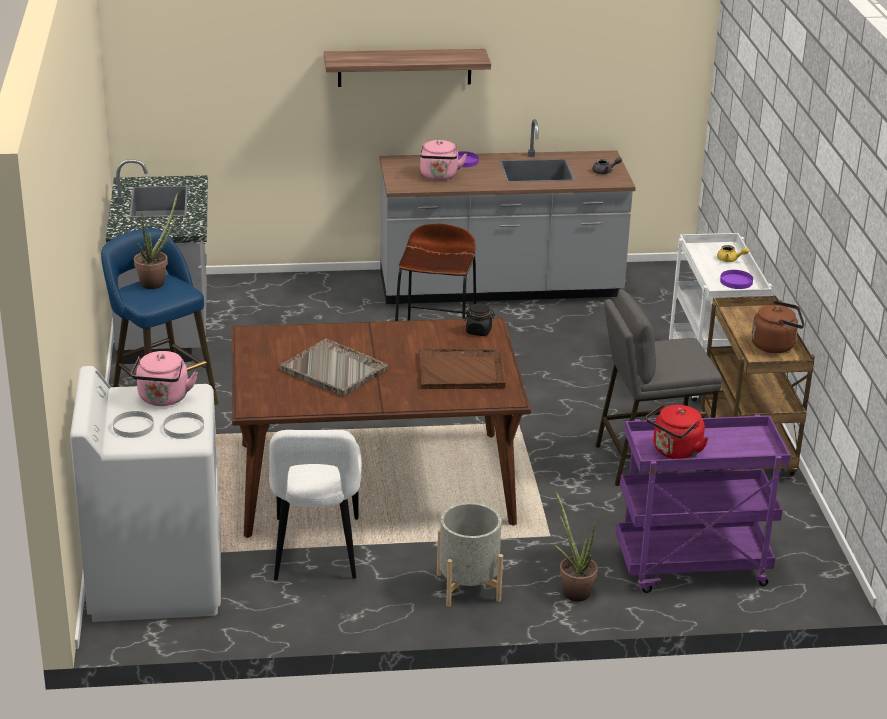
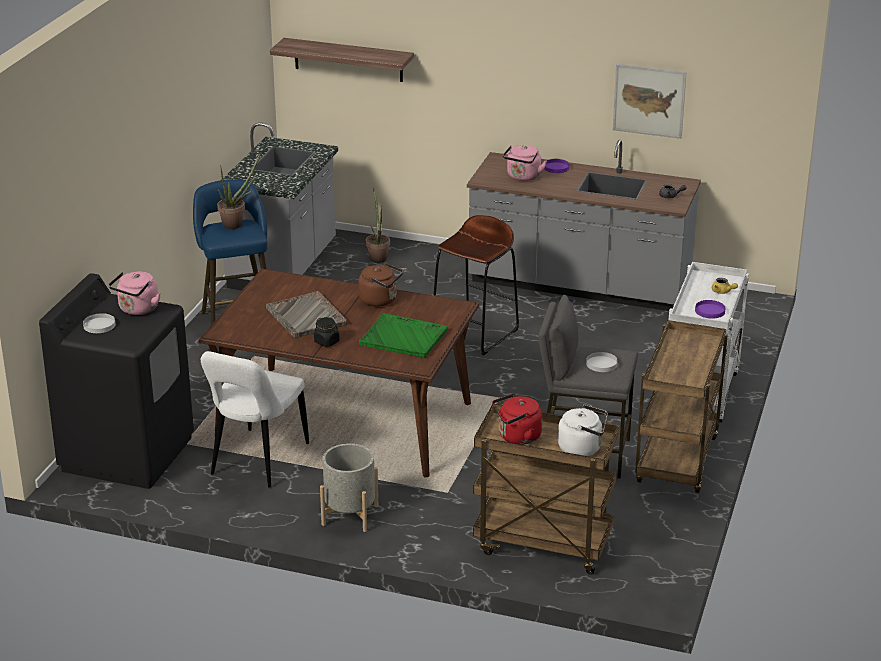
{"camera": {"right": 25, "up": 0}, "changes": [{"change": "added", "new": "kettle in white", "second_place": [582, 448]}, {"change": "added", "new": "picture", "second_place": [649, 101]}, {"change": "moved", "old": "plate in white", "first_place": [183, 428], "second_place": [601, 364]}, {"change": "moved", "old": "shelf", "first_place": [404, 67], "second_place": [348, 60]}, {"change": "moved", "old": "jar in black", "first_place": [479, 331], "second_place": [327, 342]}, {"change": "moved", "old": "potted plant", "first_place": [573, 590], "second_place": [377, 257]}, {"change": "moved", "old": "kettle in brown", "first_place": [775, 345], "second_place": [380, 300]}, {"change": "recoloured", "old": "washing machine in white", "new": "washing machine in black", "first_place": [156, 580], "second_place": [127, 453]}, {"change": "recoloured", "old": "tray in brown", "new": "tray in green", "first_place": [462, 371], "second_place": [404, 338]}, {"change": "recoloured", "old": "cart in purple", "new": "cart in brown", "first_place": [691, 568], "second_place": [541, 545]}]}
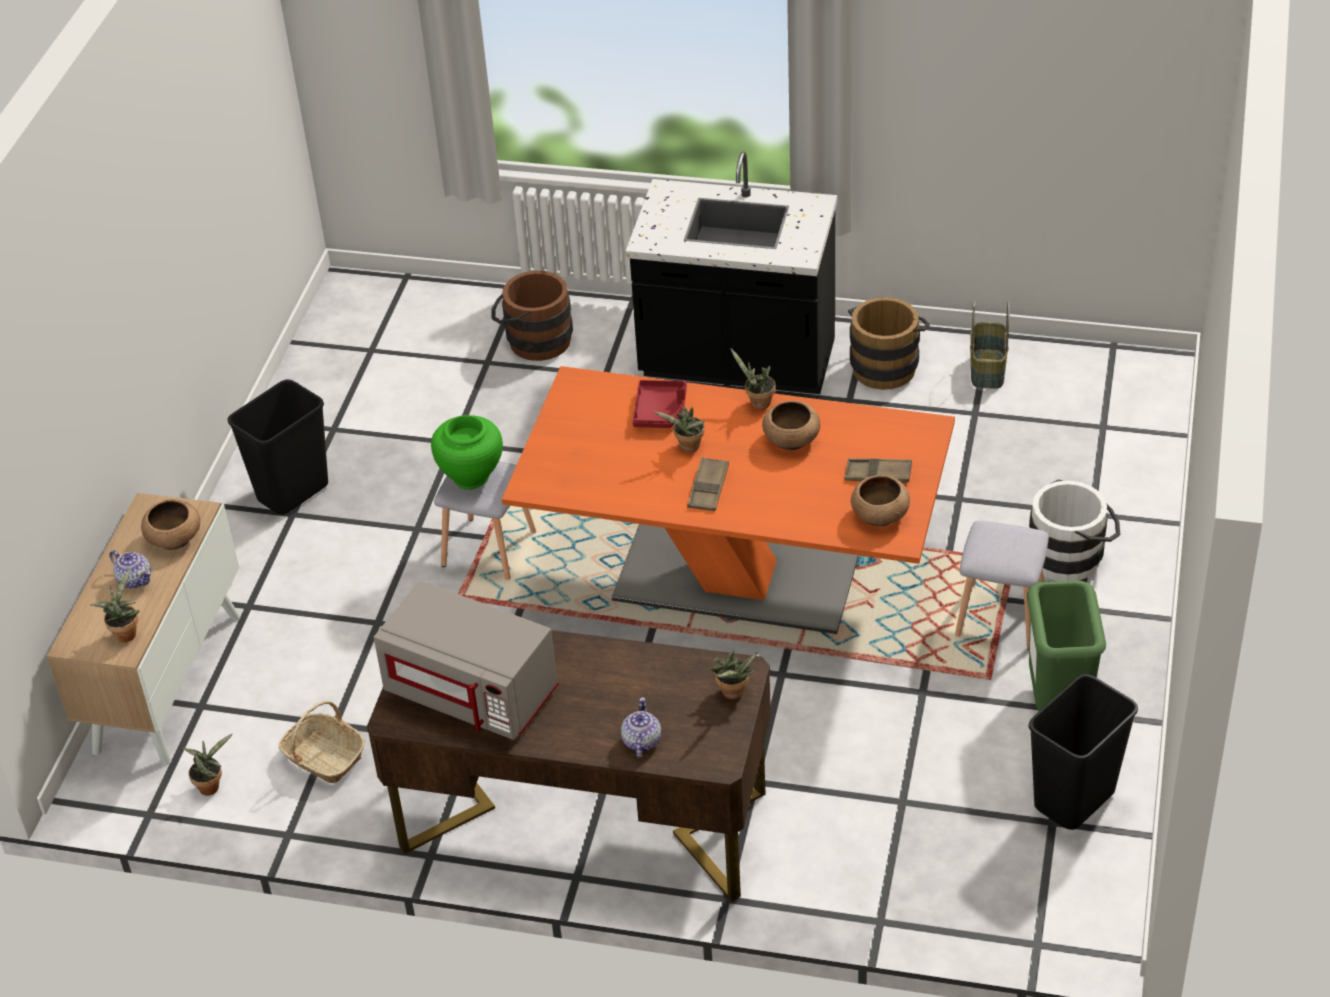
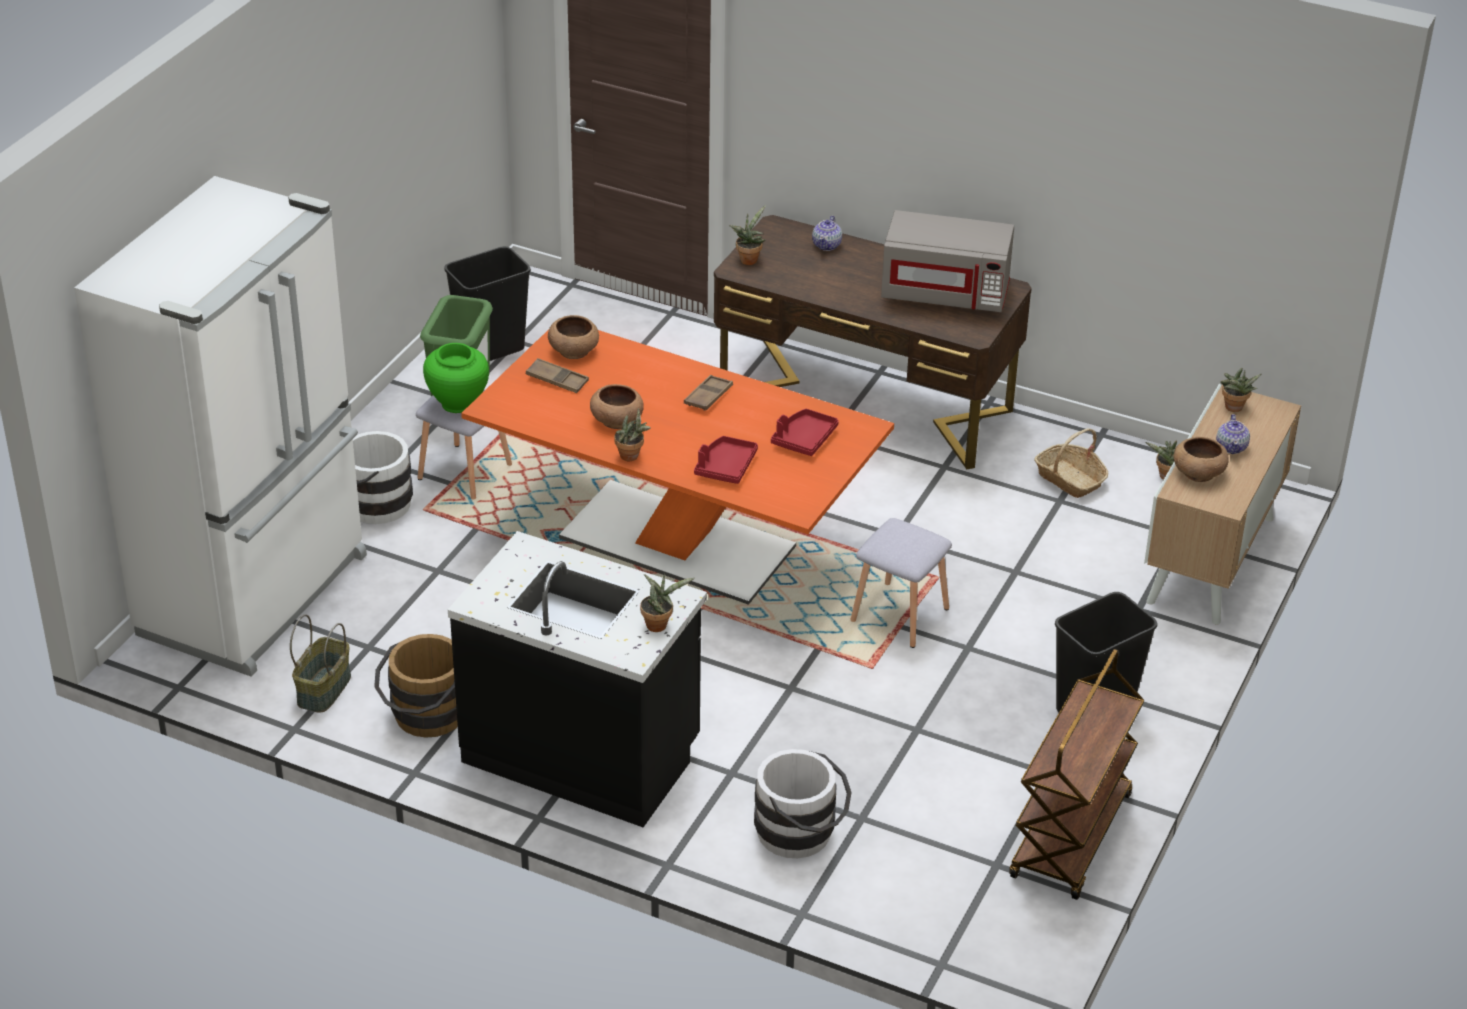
{"camera": {"right": -170, "up": -5}, "changes": [{"change": "added", "new": "fridge in white", "second_place": [257, 595]}, {"change": "added", "new": "tray in red", "second_place": [804, 439]}, {"change": "added", "new": "cart in brown", "second_place": [1072, 837]}, {"change": "moved", "old": "vase in green", "first_place": [471, 477], "second_place": [458, 403]}, {"change": "moved", "old": "potted plant", "first_place": [687, 447], "second_place": [659, 624]}, {"change": "recoloured", "old": "bucket in brown", "new": "bucket in white", "first_place": [533, 340], "second_place": [801, 834]}, {"change": "turned", "old": "teapot", "first_place": [134, 579], "second_place": [1231, 447], "degrees": -135}, {"change": "turned", "old": "microwave in grey", "first_place": [473, 692], "second_place": [946, 293], "degrees": 150}]}
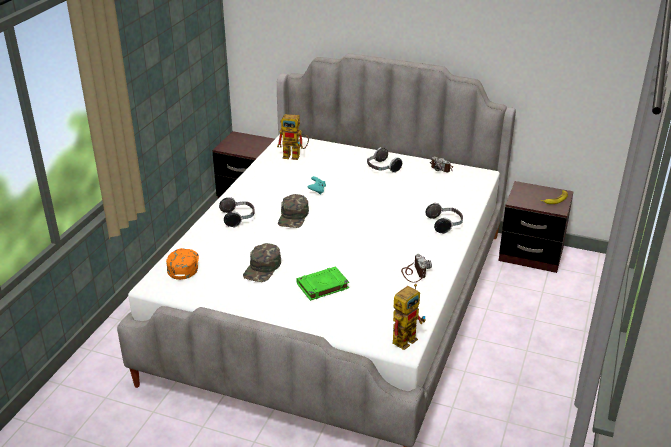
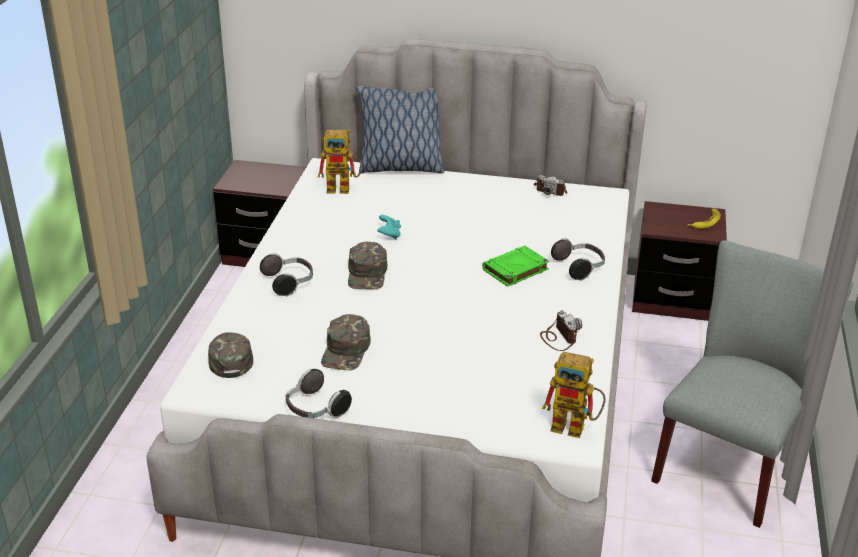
{"camera": {"right": -10, "up": 0}, "changes": [{"change": "added", "new": "pillow", "second_place": [400, 168]}, {"change": "added", "new": "chair in grey", "second_place": [731, 462]}, {"change": "moved", "old": "book in green", "first_place": [322, 286], "second_place": [515, 270]}, {"change": "moved", "old": "headphones", "first_place": [382, 168], "second_place": [315, 409]}, {"change": "recoloured", "old": "cap in orange", "new": "cap in green", "first_place": [183, 265], "second_place": [229, 357]}, {"change": "turned", "old": "toy robot", "first_place": [406, 337], "second_place": [575, 427], "degrees": 75}]}
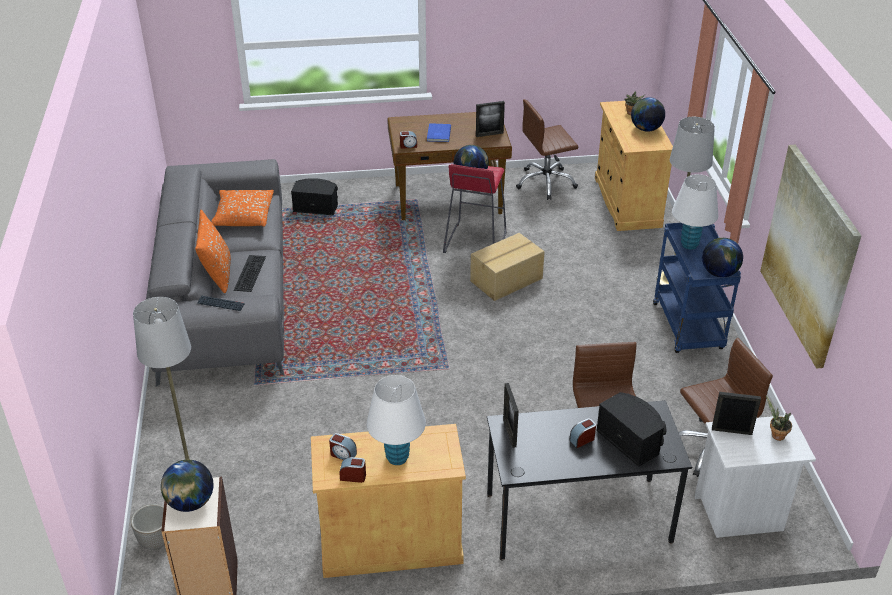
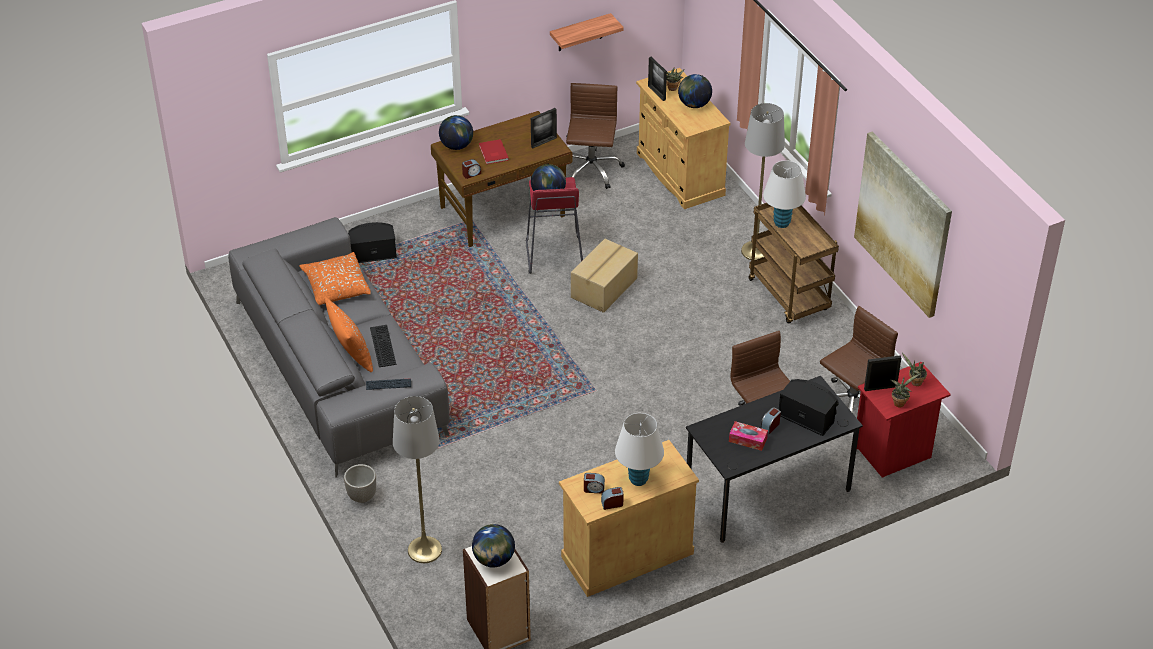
{"camera": {"right": -20, "up": 5}, "changes": [{"change": "added", "new": "shelf", "second_place": [580, 33]}, {"change": "added", "new": "tissue box", "second_place": [747, 440]}, {"change": "added", "new": "potted plant", "second_place": [900, 402]}, {"change": "moved", "old": "planter", "first_place": [156, 541], "second_place": [361, 496]}, {"change": "moved", "old": "picture frame", "first_place": [509, 433], "second_place": [656, 93]}, {"change": "moved", "old": "globe", "first_place": [719, 273], "second_place": [456, 145]}, {"change": "recoloured", "old": "book in blue", "new": "book in red", "first_place": [438, 134], "second_place": [493, 153]}, {"change": "recoloured", "old": "cart in blue", "new": "cart in brown", "first_place": [689, 328], "second_place": [790, 296]}, {"change": "recoloured", "old": "nightstand in white", "new": "nightstand in red", "first_place": [740, 514], "second_place": [893, 453]}, {"change": "turned", "old": "office chair in brown", "first_place": [546, 183], "second_place": [591, 170], "degrees": 135}]}
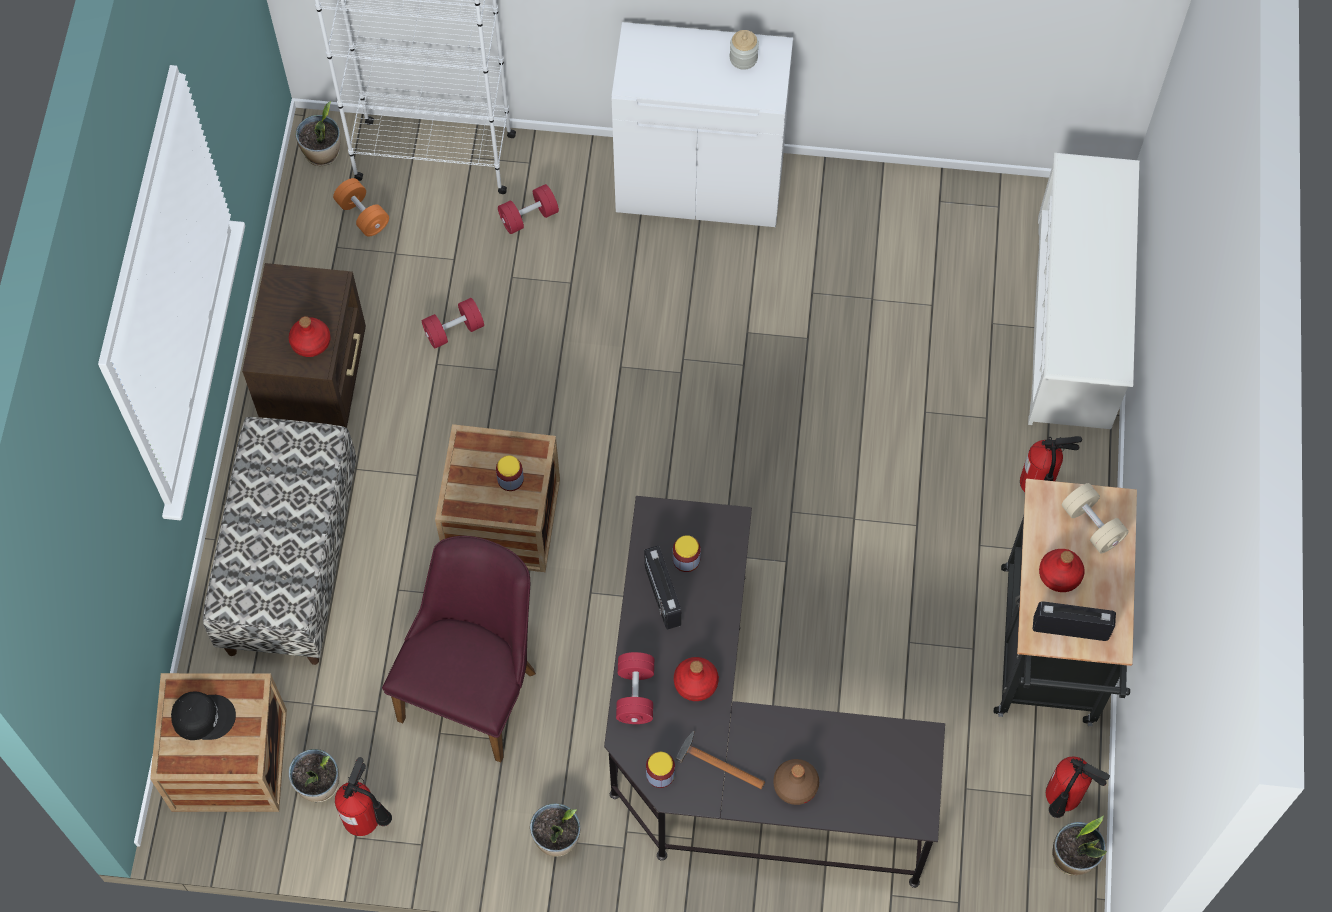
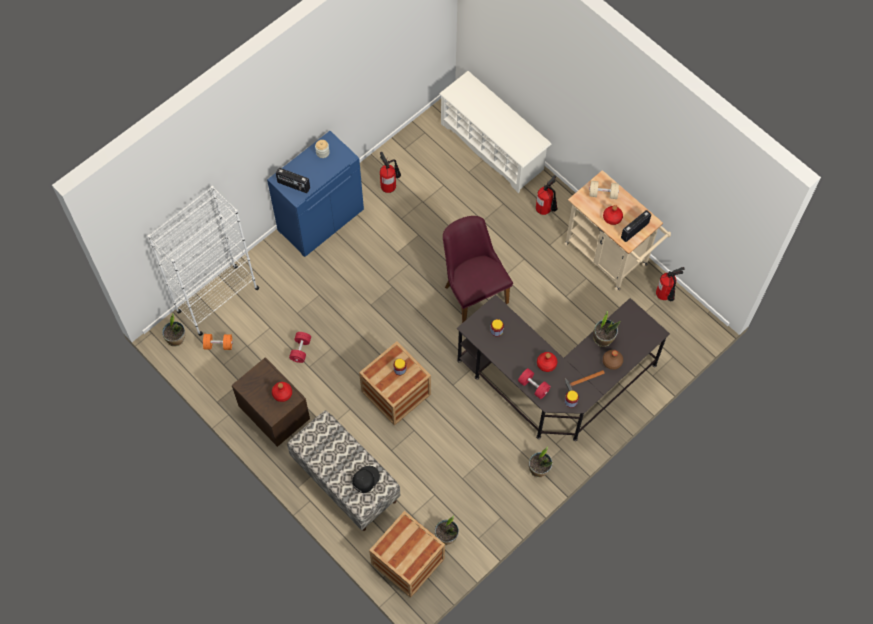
{"camera": {"right": -50, "up": 0}, "changes": [{"change": "removed", "old": "dumbbell in red", "first_place": [529, 217]}, {"change": "moved", "old": "cap in black", "first_place": [203, 716], "second_place": [365, 479]}, {"change": "moved", "old": "fire extinguisher", "first_place": [368, 820], "second_place": [390, 185]}, {"change": "moved", "old": "chair in purple", "first_place": [476, 685], "second_place": [472, 290]}, {"change": "moved", "old": "radio", "first_place": [661, 596], "second_place": [293, 185]}, {"change": "moved", "old": "potted plant", "first_place": [1073, 857], "second_place": [603, 338]}, {"change": "recoloured", "old": "cabinet in white", "new": "cabinet in blue", "first_place": [701, 183], "second_place": [320, 219]}, {"change": "recoloured", "old": "cart in black", "new": "cart in beige", "first_place": [1048, 656], "second_place": [609, 257]}]}
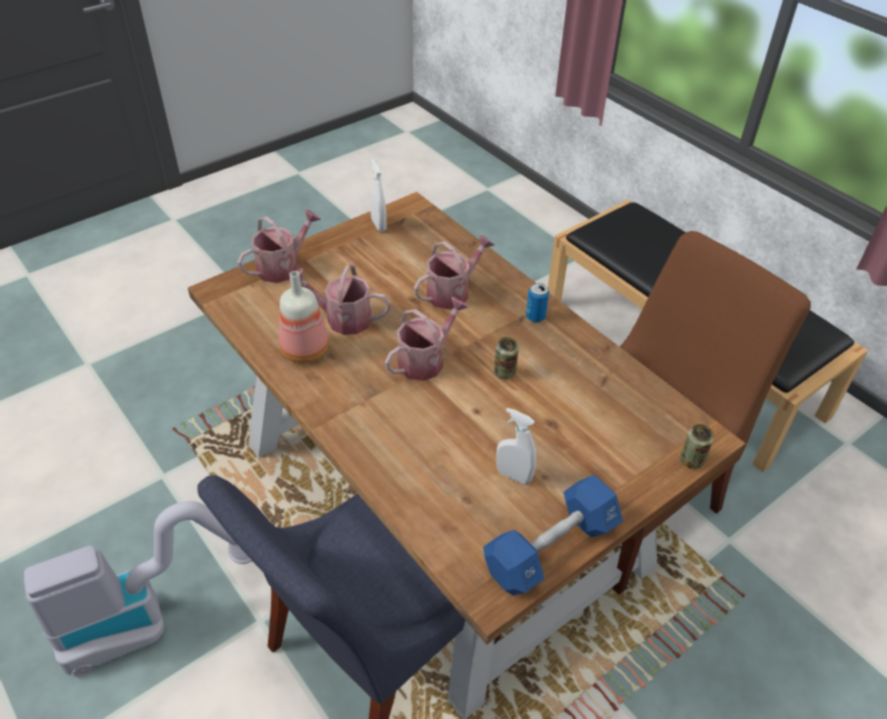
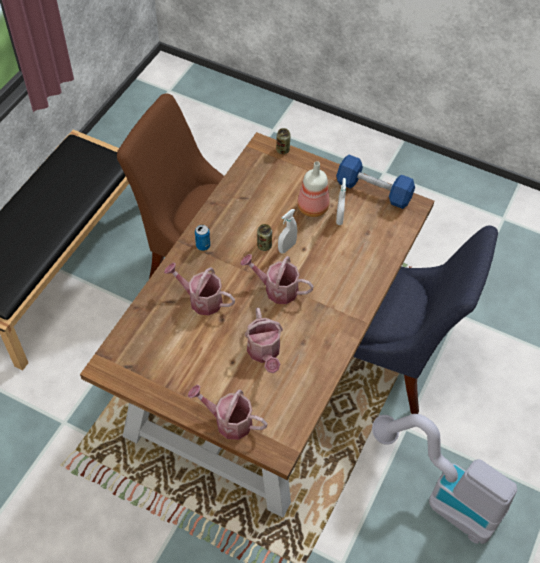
{"camera": {"right": -115, "up": 10}, "changes": [{"change": "moved", "old": "bottle", "first_place": [306, 350], "second_place": [312, 207]}, {"change": "moved", "old": "spray bottle in white", "first_place": [378, 225], "second_place": [287, 247]}]}
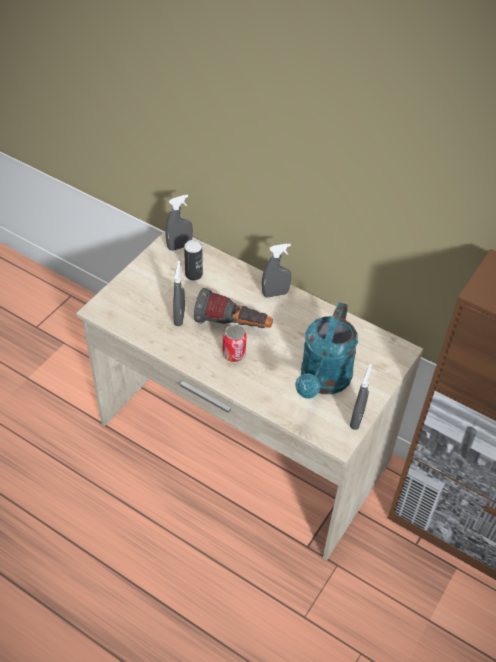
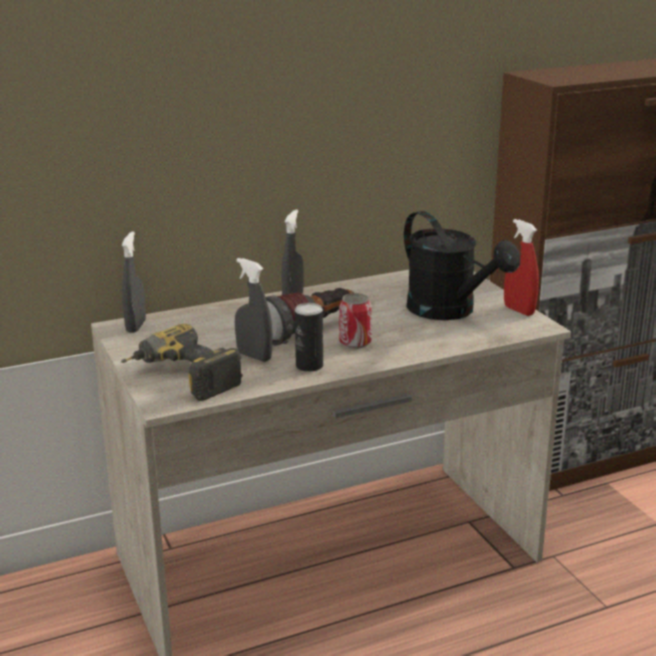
{"camera": {"right": -55, "up": -25}, "changes": [{"change": "added", "new": "power drill", "second_place": [180, 379]}, {"change": "moved", "old": "can", "first_place": [194, 274], "second_place": [309, 366]}, {"change": "recoloured", "old": "watering can in turquoise", "new": "watering can in black", "first_place": [323, 381], "second_place": [450, 311]}, {"change": "recoloured", "old": "spray bottle in grey", "new": "spray bottle in red", "first_place": [357, 419], "second_place": [519, 310]}]}
